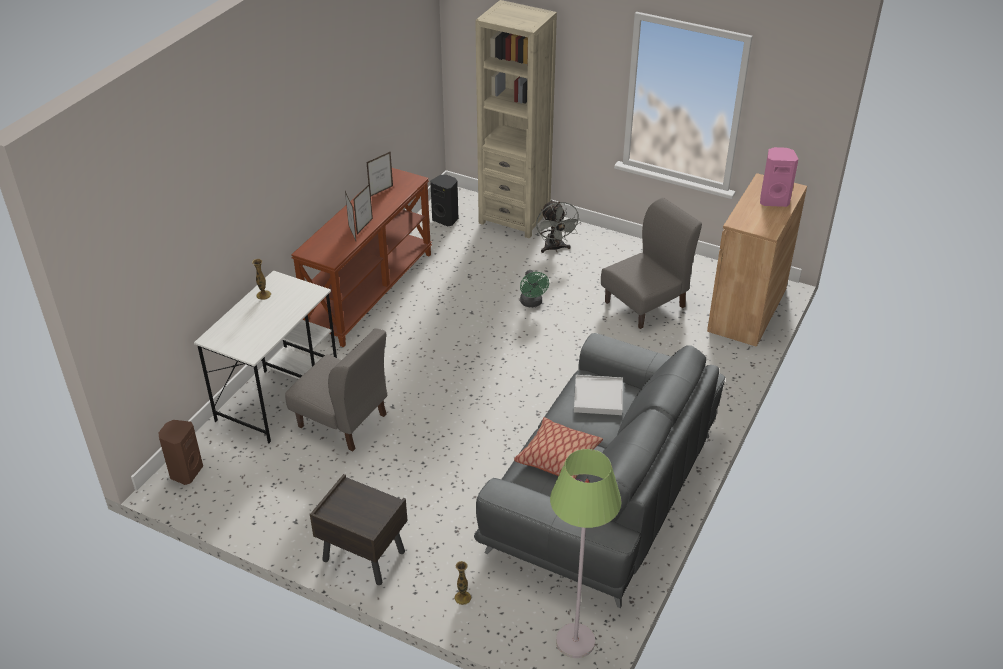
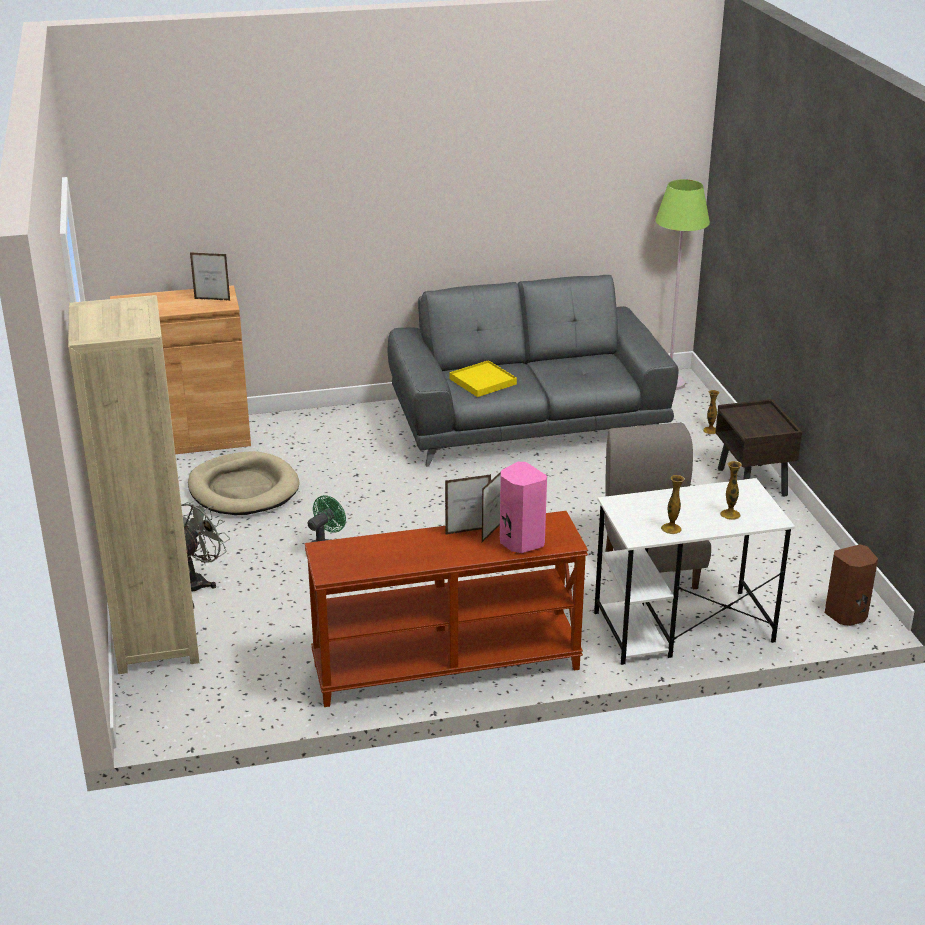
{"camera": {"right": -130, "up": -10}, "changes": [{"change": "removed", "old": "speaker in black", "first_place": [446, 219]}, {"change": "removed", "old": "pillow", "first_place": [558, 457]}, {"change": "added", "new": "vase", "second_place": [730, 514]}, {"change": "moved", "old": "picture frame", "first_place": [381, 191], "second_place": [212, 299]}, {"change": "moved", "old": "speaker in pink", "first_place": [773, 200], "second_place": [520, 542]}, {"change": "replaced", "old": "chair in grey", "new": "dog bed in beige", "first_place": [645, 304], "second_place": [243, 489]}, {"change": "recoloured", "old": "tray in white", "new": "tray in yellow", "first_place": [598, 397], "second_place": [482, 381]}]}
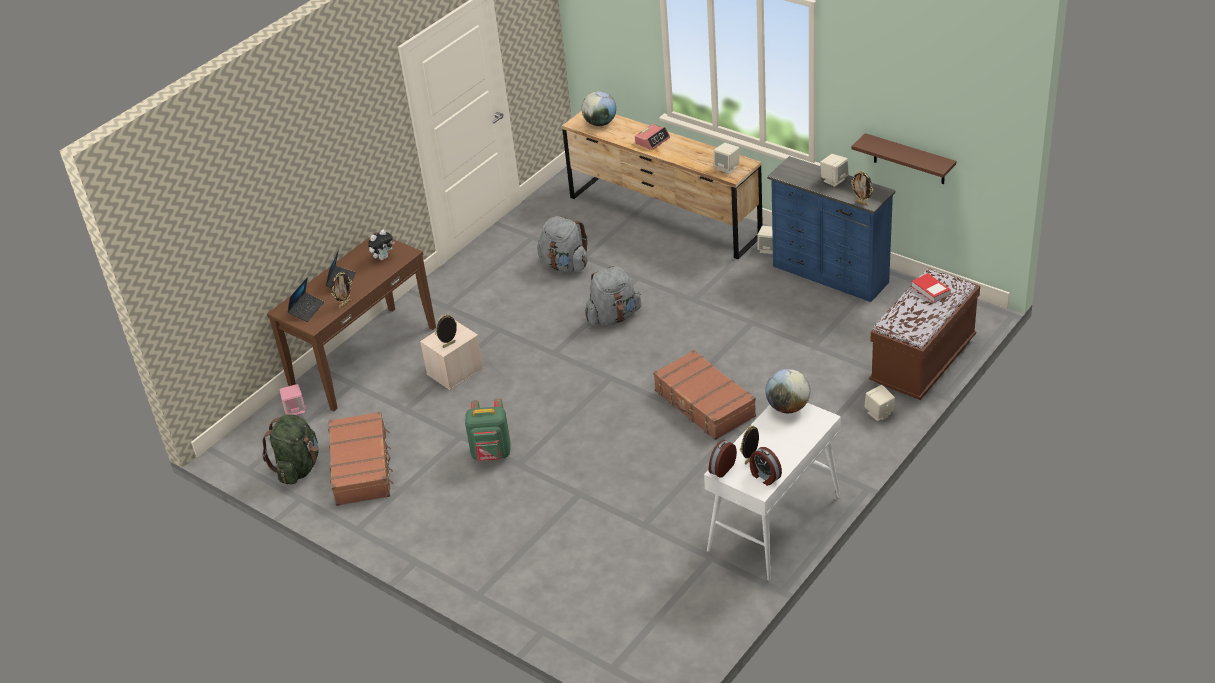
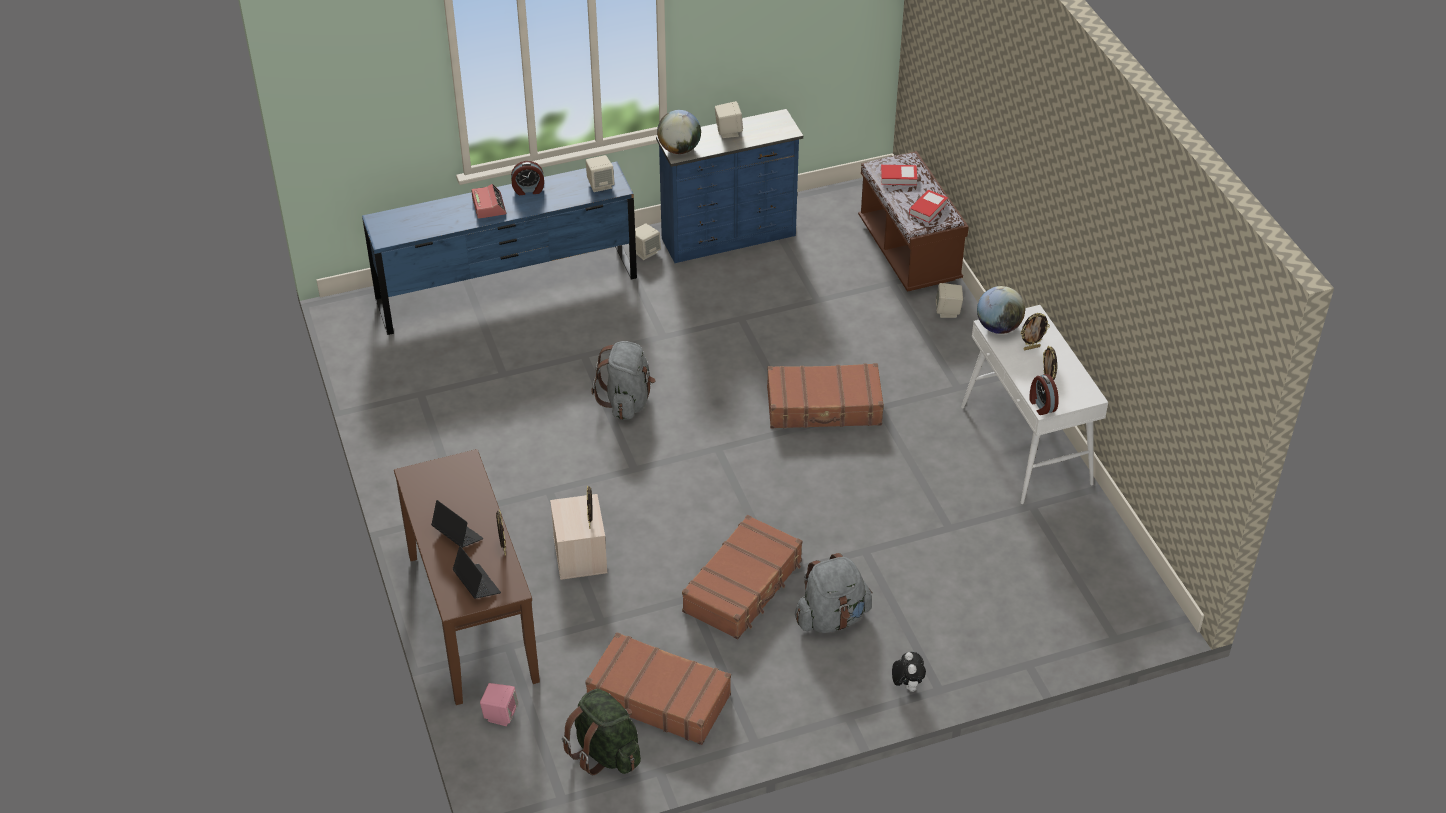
{"camera": {"right": -60, "up": 5}, "changes": [{"change": "removed", "old": "shelf in brown", "first_place": [909, 159]}, {"change": "added", "new": "book", "second_place": [928, 209]}, {"change": "moved", "old": "plush toy", "first_place": [383, 257], "second_place": [906, 685]}, {"change": "moved", "old": "backpack in grey", "first_place": [565, 265], "second_place": [832, 618]}, {"change": "moved", "old": "globe", "first_place": [600, 123], "second_place": [679, 149]}, {"change": "moved", "old": "alarm clock", "first_place": [764, 476], "second_place": [528, 190]}, {"change": "moved", "old": "picture frame", "first_place": [862, 203], "second_place": [1031, 347]}, {"change": "replaced", "old": "backpack in green", "new": "suitcase in brown", "first_place": [492, 454], "second_place": [743, 587]}, {"change": "recoloured", "old": "dresser in brown", "new": "dresser in blue", "first_place": [663, 216], "second_place": [507, 289]}]}
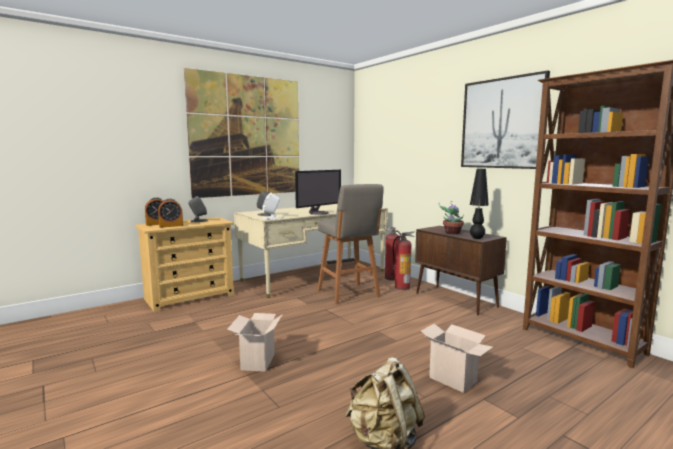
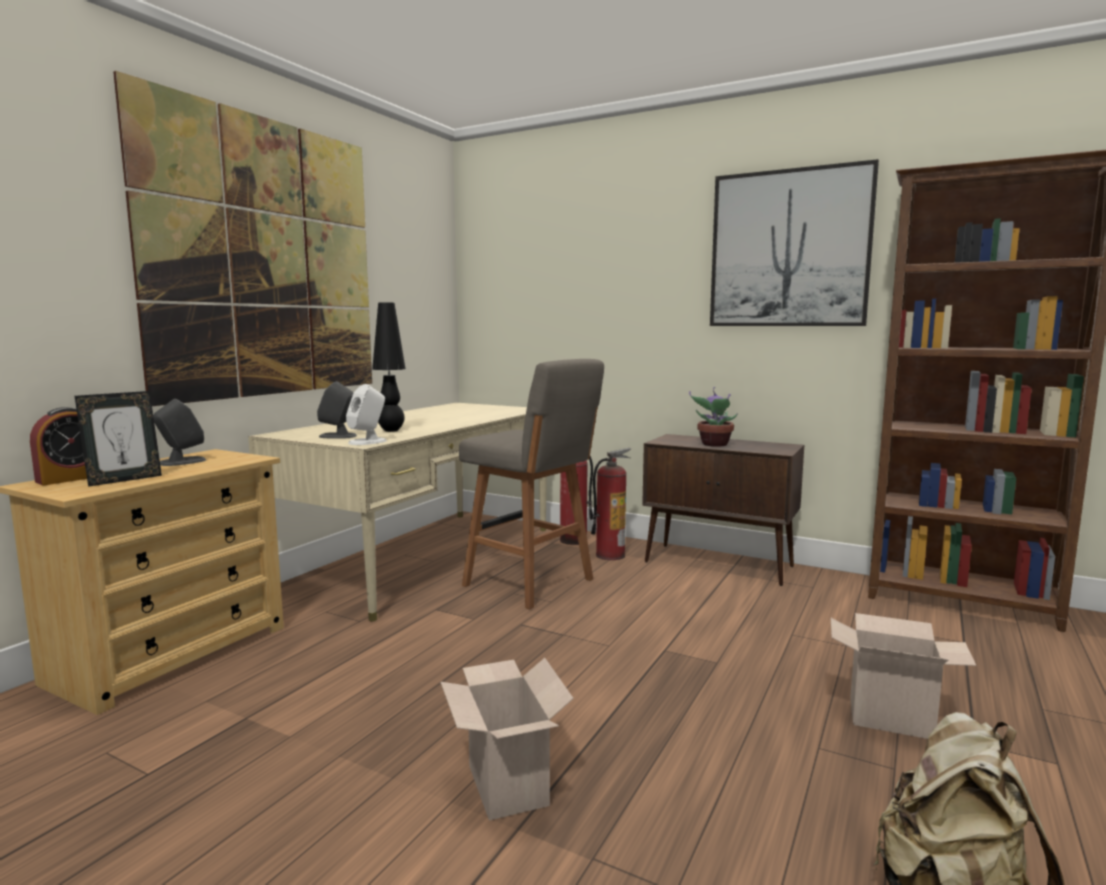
{"camera": {"right": -25, "up": 0}, "changes": [{"change": "removed", "old": "monitor", "first_place": [318, 213]}, {"change": "moved", "old": "table lamp in black", "first_place": [477, 238], "second_place": [391, 430]}, {"change": "replaced", "old": "alarm clock", "new": "picture frame", "first_place": [171, 226], "second_place": [124, 480]}]}
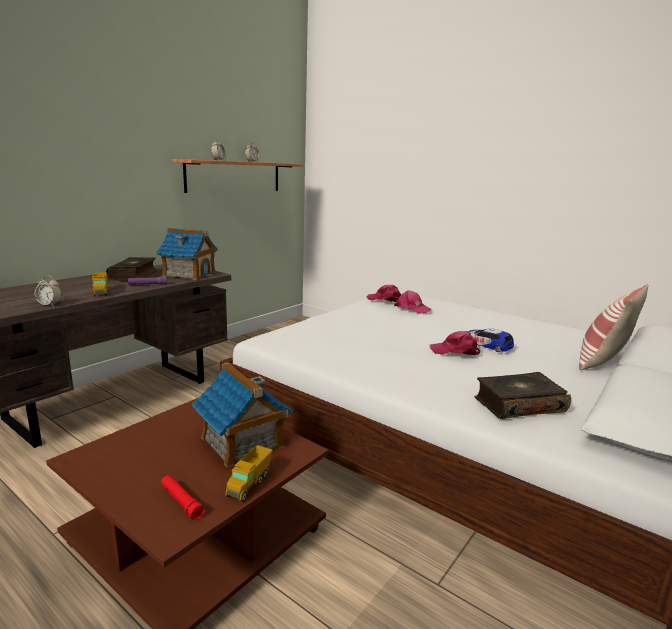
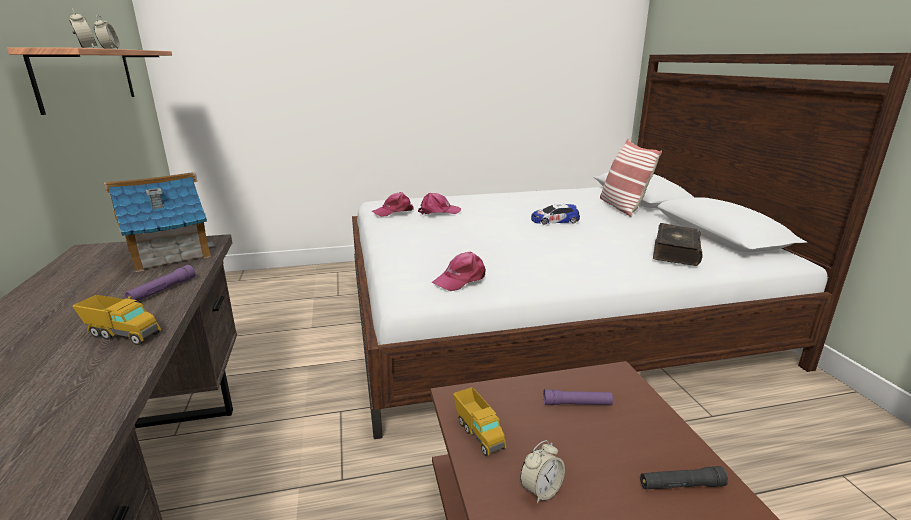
{"camera": {"right": -50, "up": 5}, "changes": [{"change": "removed", "old": "book", "first_place": [134, 275]}, {"change": "moved", "old": "alarm clock", "first_place": [49, 304], "second_place": [541, 490]}, {"change": "moved", "old": "toy truck", "first_place": [249, 484], "second_place": [478, 433]}, {"change": "moved", "old": "cap in pink", "first_place": [455, 351], "second_place": [461, 279]}, {"change": "replaced", "old": "toy house", "new": "flashlight in purple", "first_place": [242, 442], "second_place": [577, 403]}, {"change": "recoloured", "old": "flashlight in red", "new": "flashlight in black", "first_place": [181, 502], "second_place": [681, 485]}]}
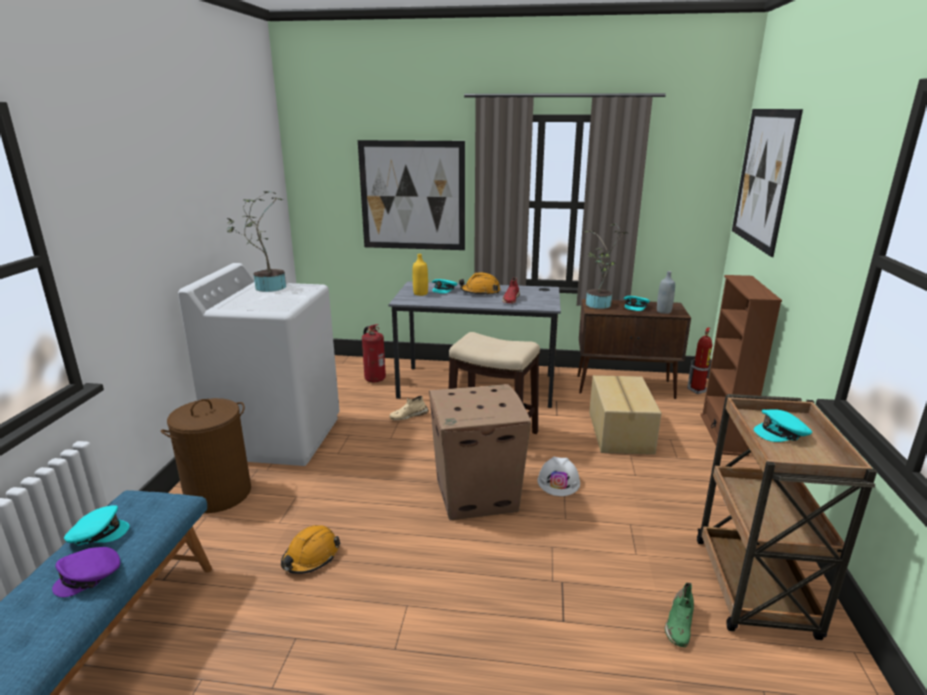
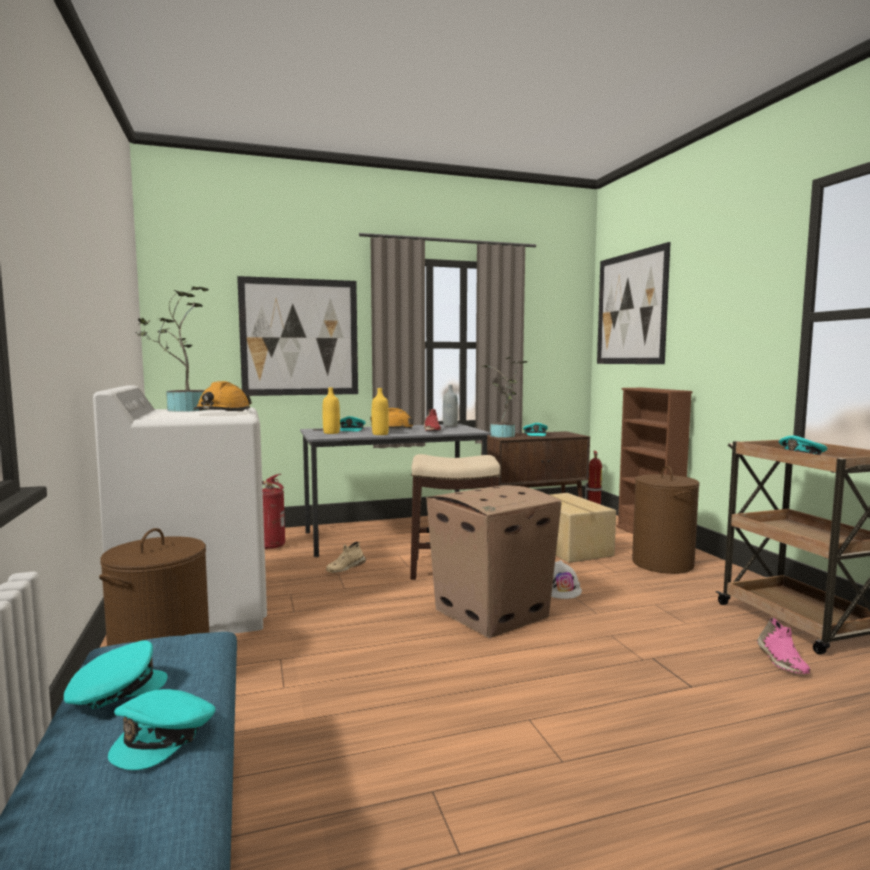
{"camera": {"right": -25, "up": -15}, "changes": [{"change": "added", "new": "bottle in yellow", "second_place": [380, 434]}, {"change": "added", "new": "laundry basket in brown", "second_place": [662, 563]}, {"change": "moved", "old": "hard hat in orange", "first_place": [310, 557], "second_place": [222, 413]}, {"change": "moved", "old": "bottle in grey", "first_place": [663, 311], "second_place": [450, 426]}, {"change": "recoloured", "old": "cap in purple", "new": "cap in turquoise", "first_place": [90, 577], "second_place": [165, 735]}, {"change": "recoloured", "old": "shoe in green", "new": "shoe in pink", "first_place": [679, 623], "second_place": [780, 660]}]}
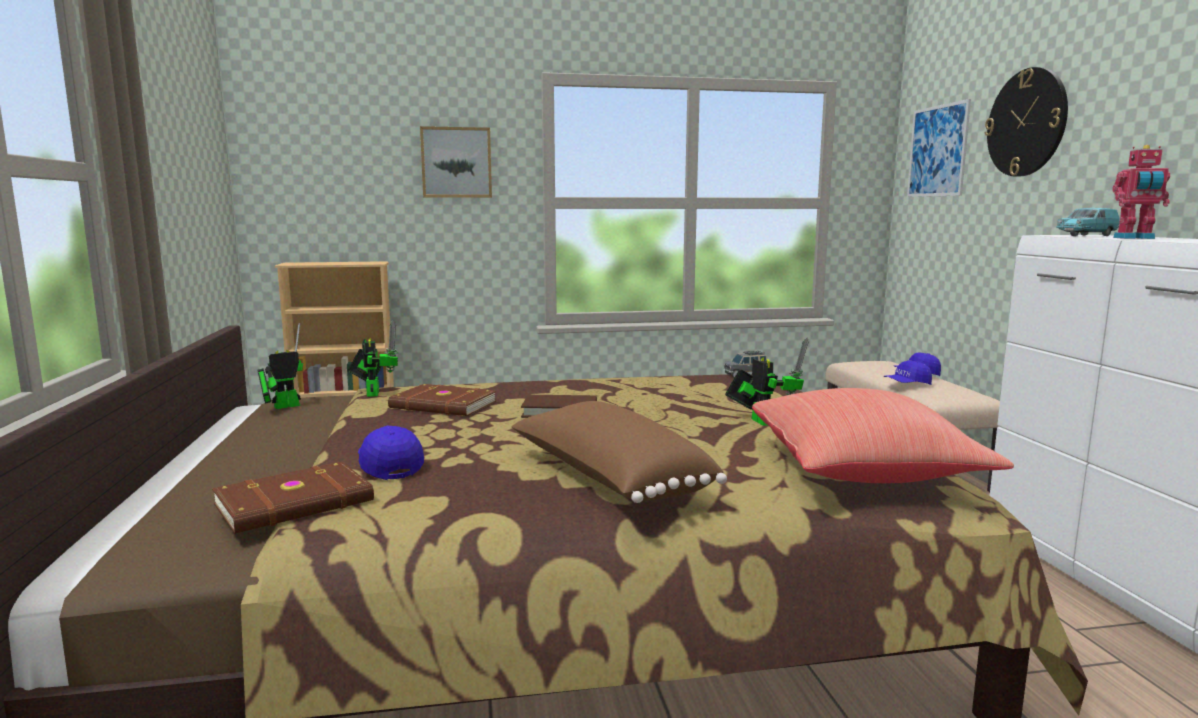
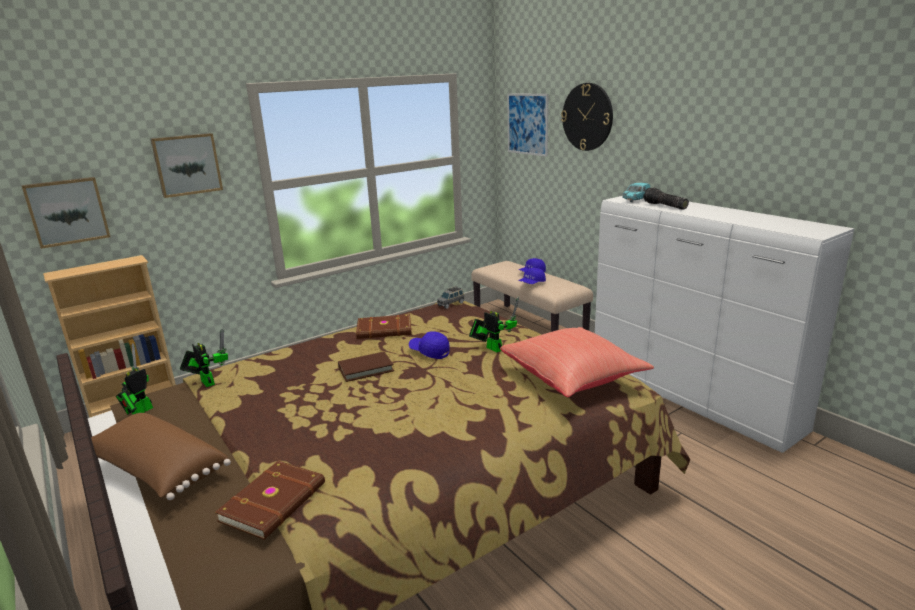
{"camera": {"right": -25, "up": 10}, "changes": [{"change": "added", "new": "picture", "second_place": [67, 211]}, {"change": "moved", "old": "cap in blue", "first_place": [389, 466], "second_place": [429, 352]}, {"change": "moved", "old": "book in brown", "first_place": [443, 405], "second_place": [384, 330]}, {"change": "moved", "old": "pillow in brown", "first_place": [608, 479], "second_place": [155, 471]}, {"change": "replaced", "old": "toy robot", "new": "flashlight", "first_place": [1134, 238], "second_place": [664, 206]}]}
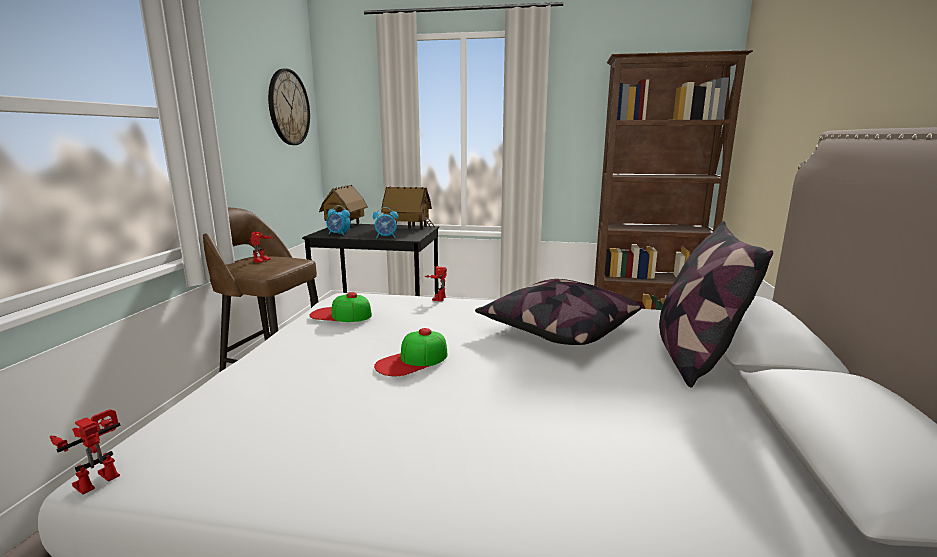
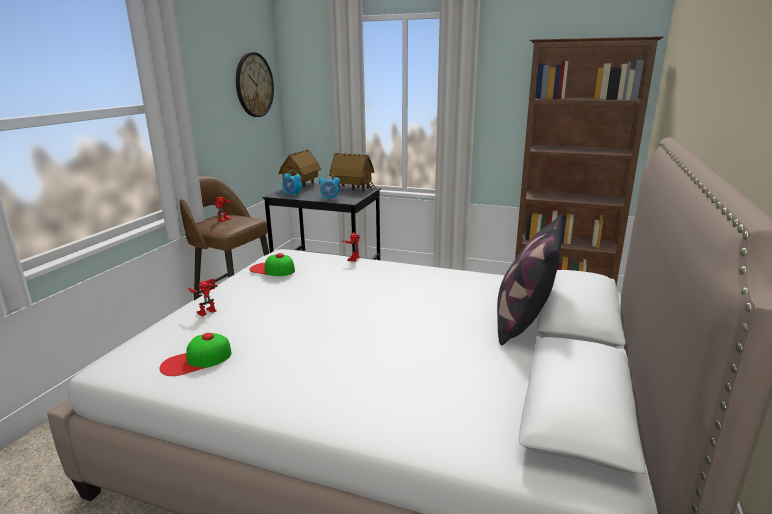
{"camera": {"right": 10, "up": 5}, "changes": [{"change": "removed", "old": "pillow", "first_place": [557, 331]}, {"change": "moved", "old": "toy robot", "first_place": [97, 477], "second_place": [206, 311]}, {"change": "moved", "old": "cap", "first_place": [412, 360], "second_place": [196, 360]}]}
